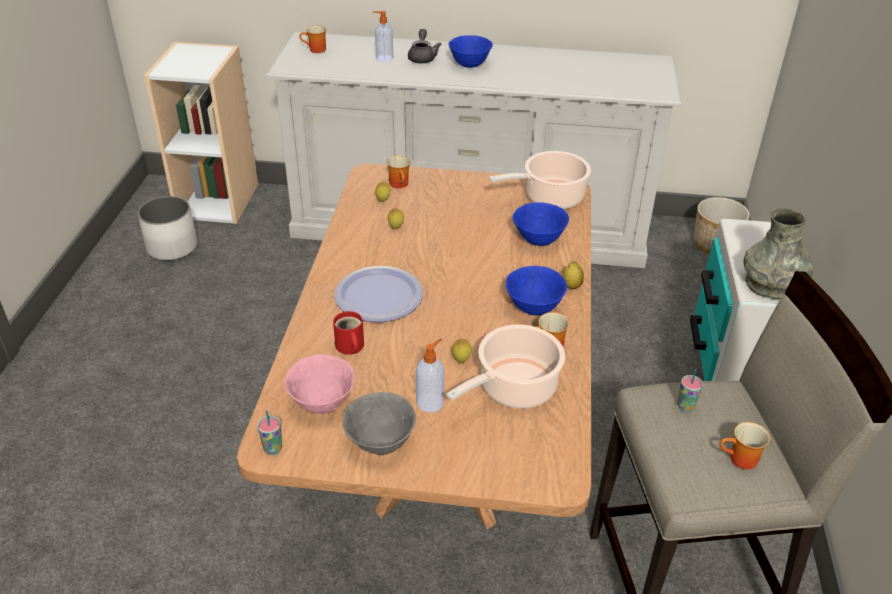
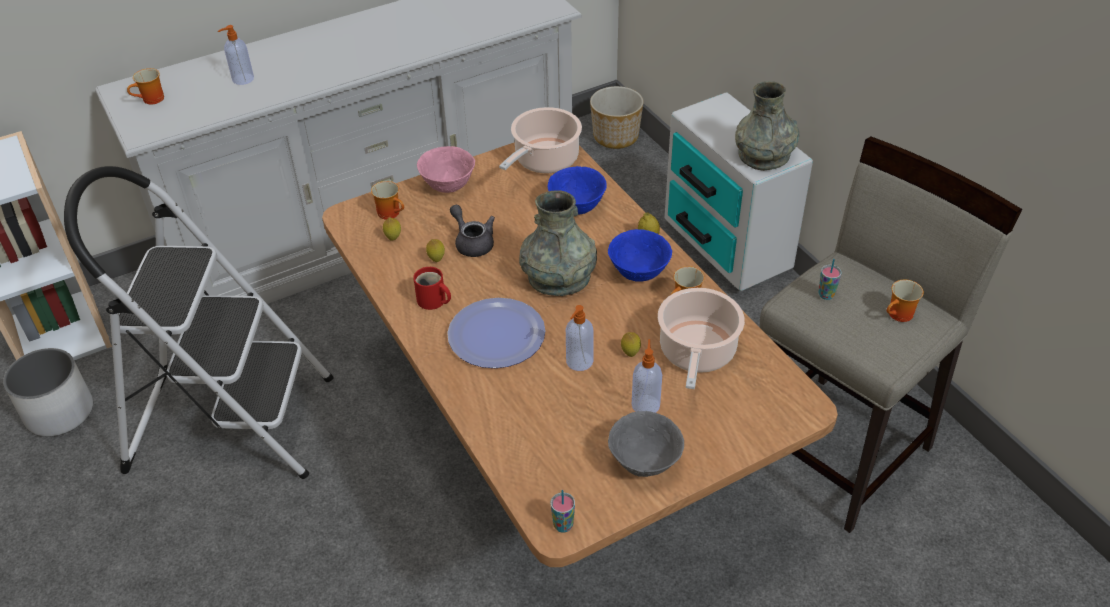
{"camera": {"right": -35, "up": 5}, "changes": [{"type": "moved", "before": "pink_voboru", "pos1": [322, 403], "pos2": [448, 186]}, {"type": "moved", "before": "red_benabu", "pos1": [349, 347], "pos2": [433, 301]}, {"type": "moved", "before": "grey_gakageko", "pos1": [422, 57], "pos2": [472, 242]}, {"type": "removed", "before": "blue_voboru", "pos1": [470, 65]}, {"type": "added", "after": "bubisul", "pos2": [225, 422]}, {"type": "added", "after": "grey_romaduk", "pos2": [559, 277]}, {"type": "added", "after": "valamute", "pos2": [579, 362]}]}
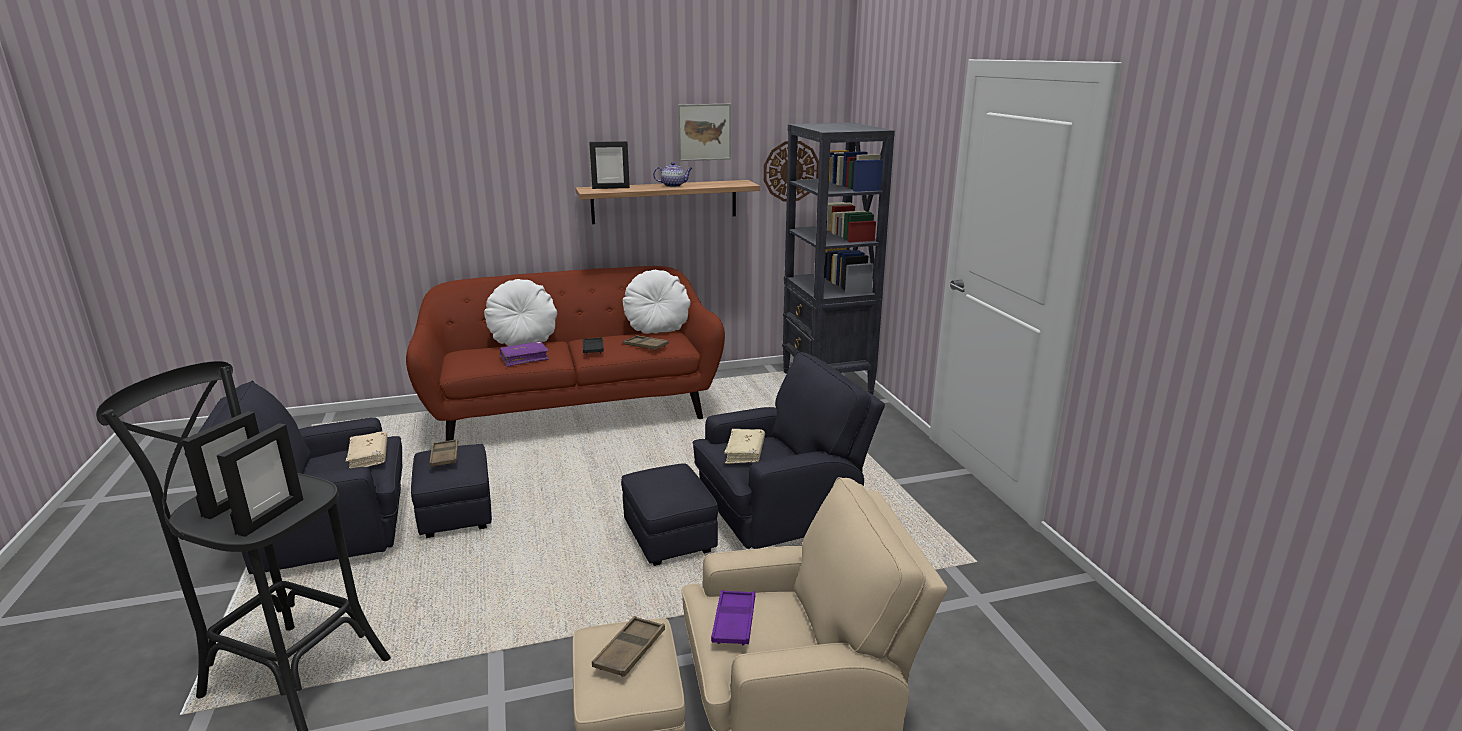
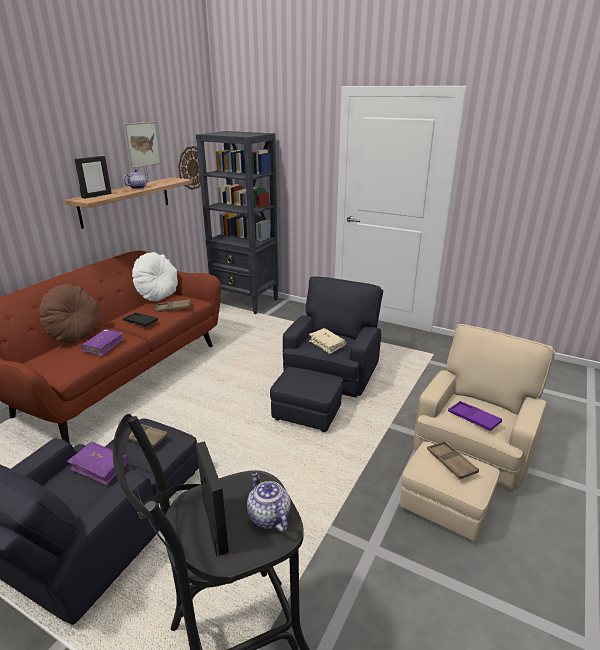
{"camera": {"right": -45, "up": 5}, "changes": [{"type": "replaced", "before": "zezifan", "after": "gakageko", "pos1": [270, 516], "pos2": [268, 516]}, {"type": "recoloured", "before": "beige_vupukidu", "after": "purple_vupukidu", "pos1": [369, 457], "pos2": [100, 467]}, {"type": "recoloured", "before": "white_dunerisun", "after": "brown_dunerisun", "pos1": [524, 342], "pos2": [76, 337]}]}
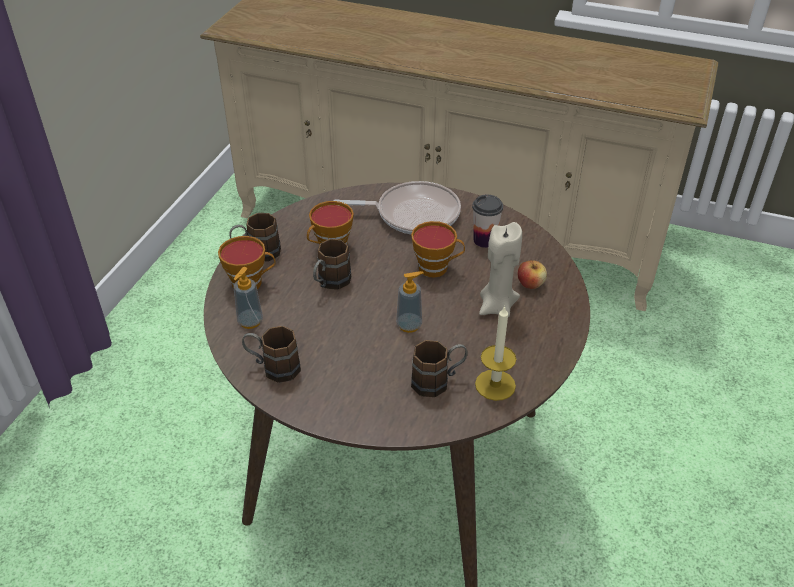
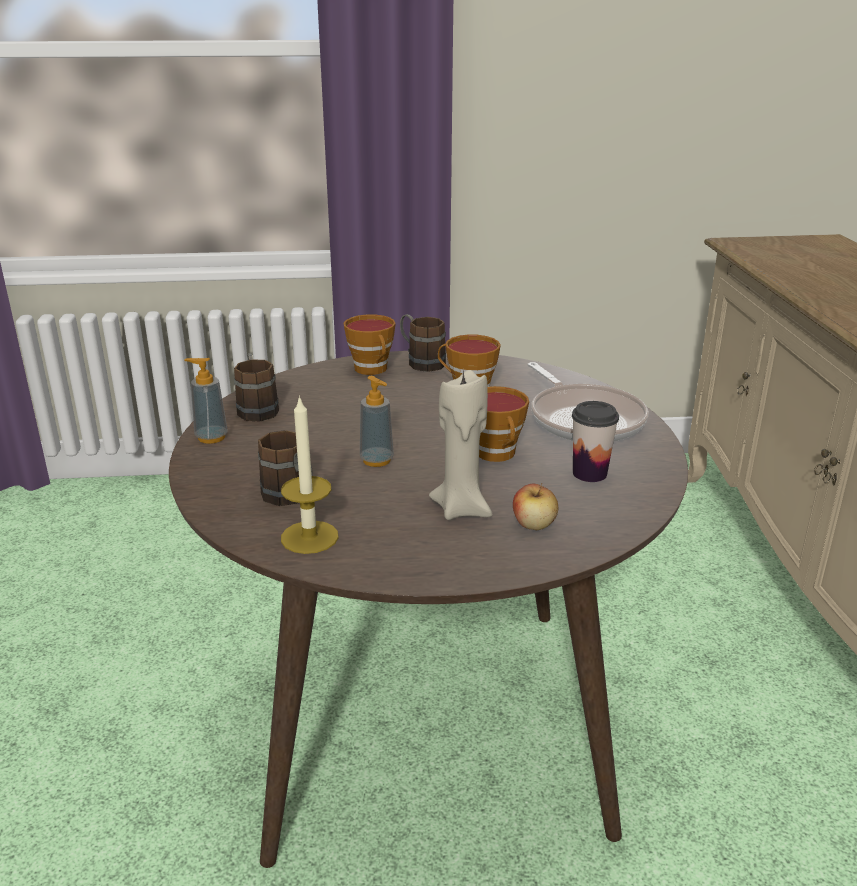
{"camera": {"right": 65, "up": -15}, "changes": [{"type": "moved", "before": "valamute", "pos1": [250, 321], "pos2": [211, 437]}, {"type": "removed", "before": "brown_benabu", "pos1": [330, 283]}]}
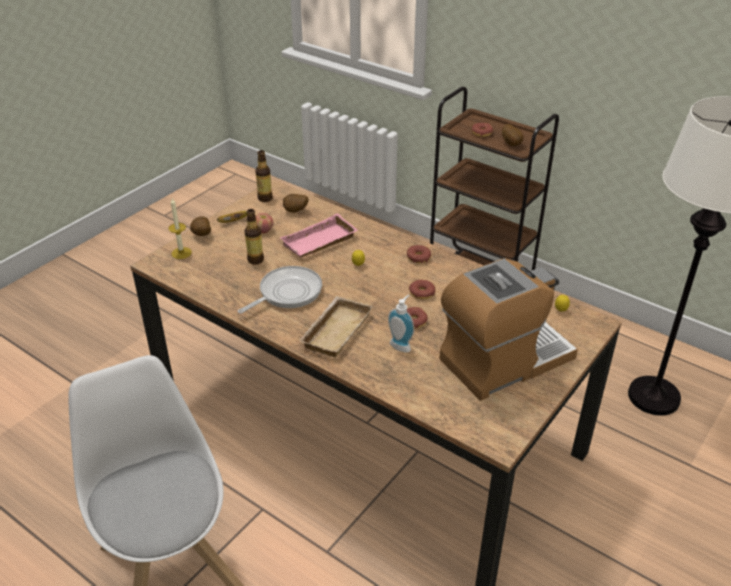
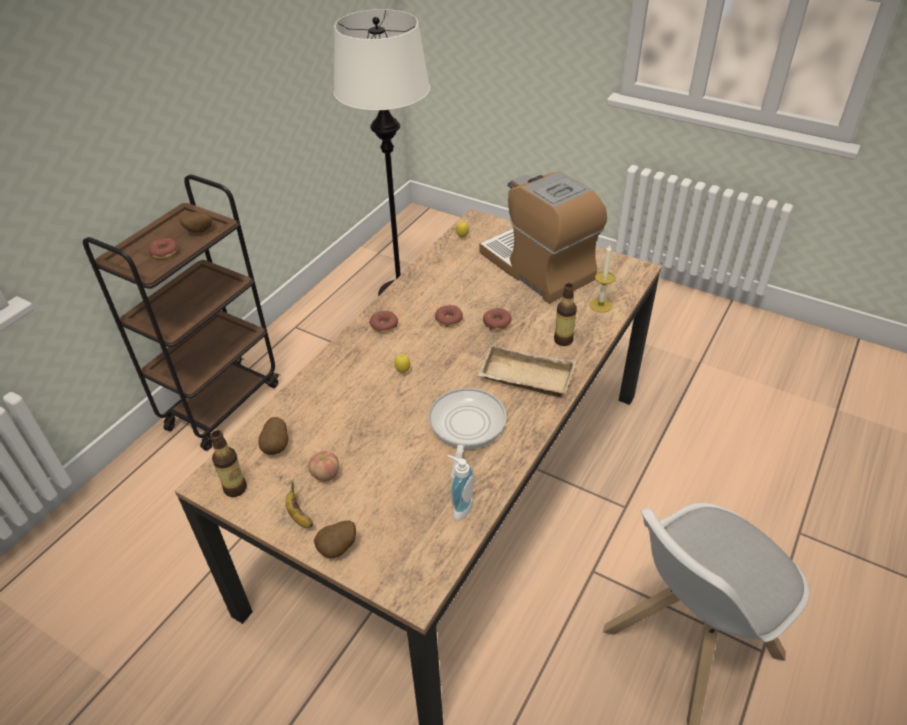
{"camera": {"right": -95, "up": 5}, "changes": [{"type": "moved", "before": "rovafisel", "pos1": [181, 253], "pos2": [600, 305]}, {"type": "turned", "before": "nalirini", "pos1": [287, 293], "pos2": [466, 427], "turn": 60}, {"type": "moved", "before": "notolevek", "pos1": [255, 260], "pos2": [563, 340]}, {"type": "removed", "before": "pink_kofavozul", "pos1": [319, 243]}, {"type": "moved", "before": "valamute", "pos1": [401, 345], "pos2": [459, 507]}]}
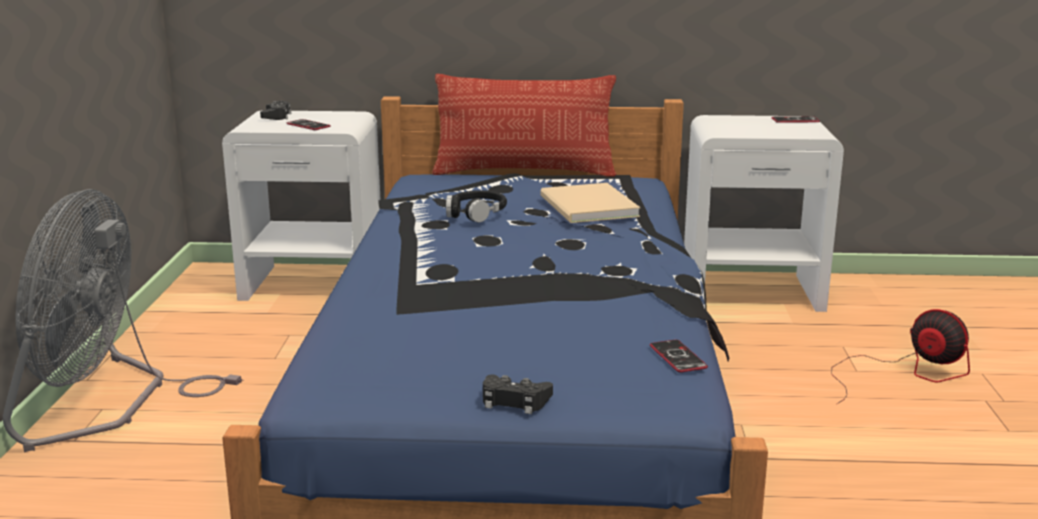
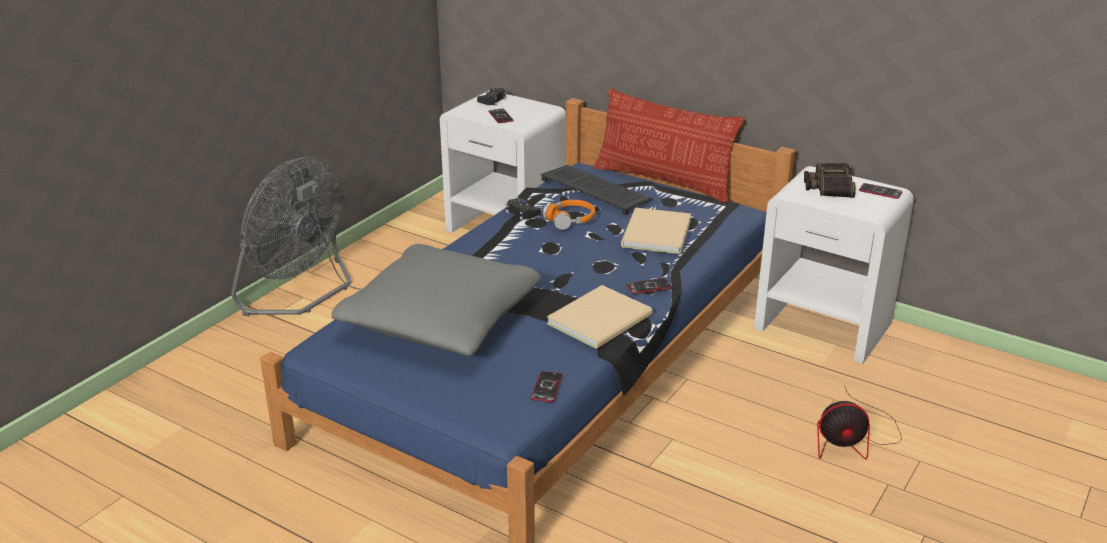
{"camera": {"right": 30, "up": 10}, "changes": [{"type": "recoloured", "before": "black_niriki", "after": "orange_niriki", "pos1": [476, 214], "pos2": [570, 220]}, {"type": "moved", "before": "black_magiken", "pos1": [514, 401], "pos2": [522, 213]}, {"type": "turned", "before": "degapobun", "pos1": [904, 373], "pos2": [852, 439], "turn": 105}, {"type": "added", "after": "grey_dunerisun", "pos2": [441, 321]}, {"type": "added", "after": "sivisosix", "pos2": [597, 190]}, {"type": "added", "after": "beige_vupukidu", "pos2": [603, 319]}, {"type": "added", "after": "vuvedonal", "pos2": [648, 287]}, {"type": "added", "after": "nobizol", "pos2": [828, 186]}]}
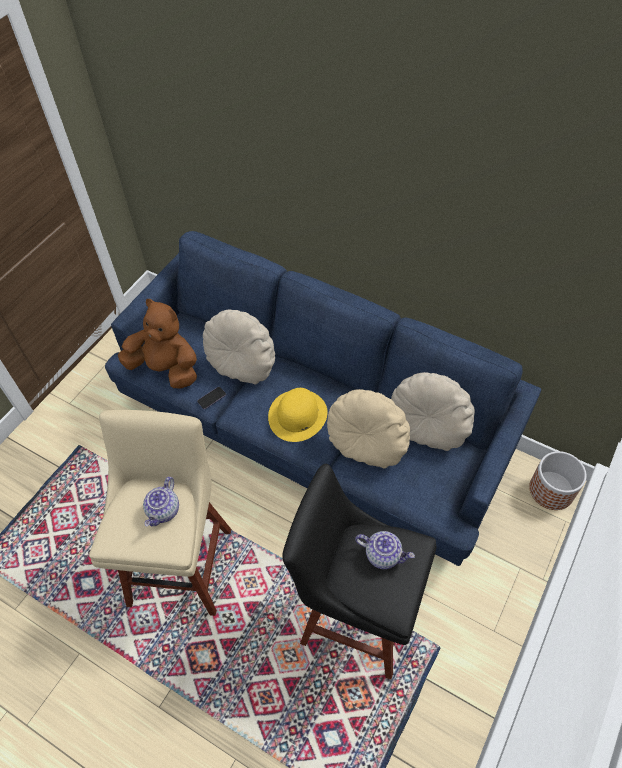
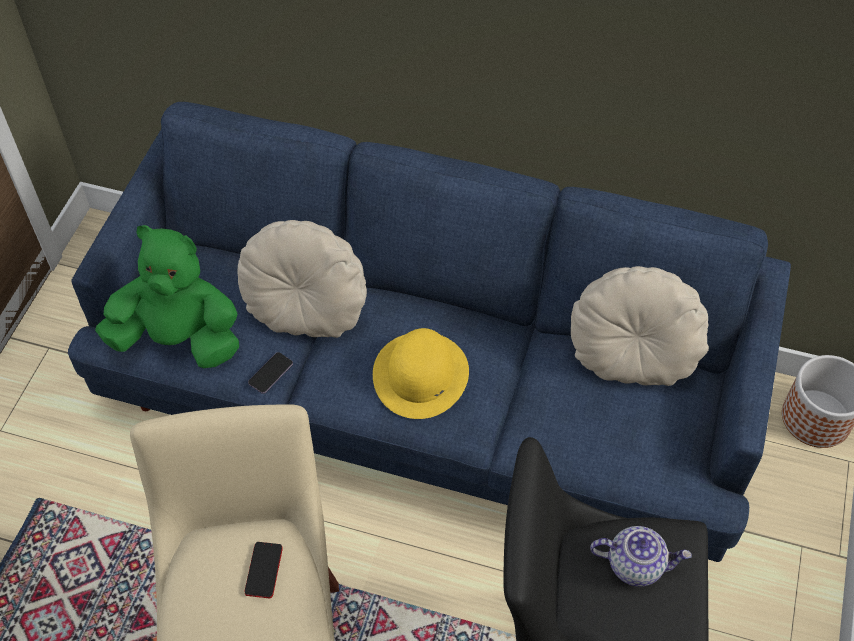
{"camera": {"right": -15, "up": 0}, "changes": [{"type": "recoloured", "before": "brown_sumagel", "after": "green_sumagel", "pos1": [166, 369], "pos2": [179, 339]}, {"type": "replaced", "before": "gakageko", "after": "vuvedonal", "pos1": [164, 511], "pos2": [264, 570]}, {"type": "removed", "before": "beige_dunerisun", "pos1": [366, 448]}]}
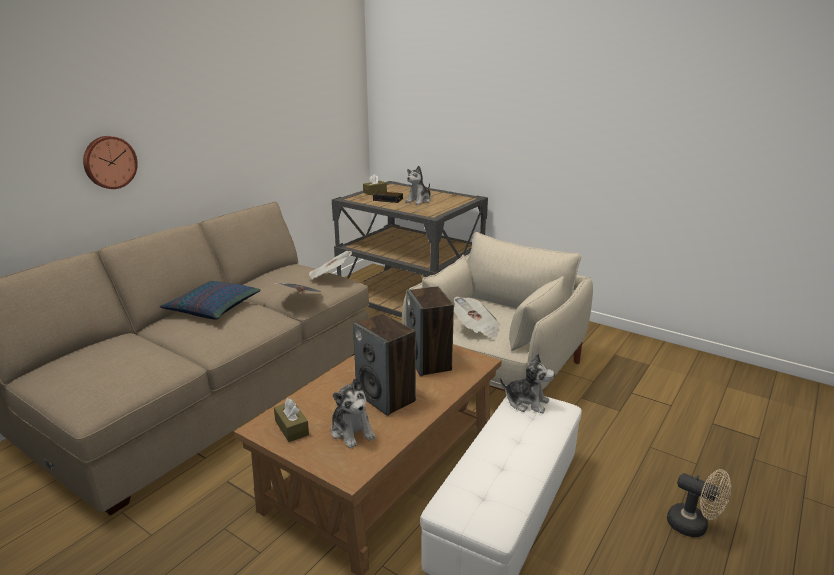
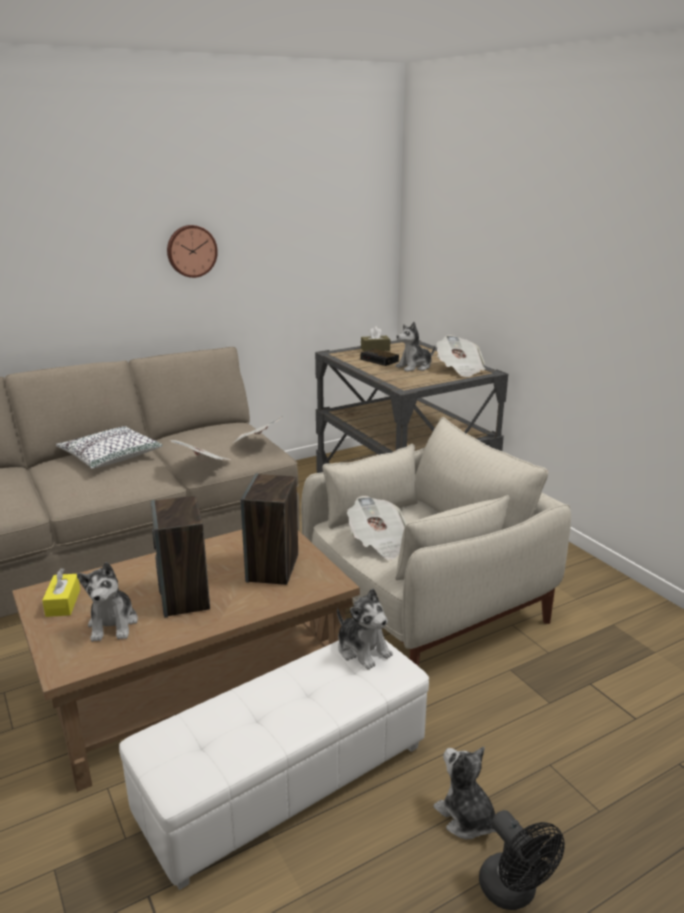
{"camera": {"right": 25, "up": 0}, "changes": [{"type": "moved", "before": "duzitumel", "pos1": [109, 162], "pos2": [191, 251]}, {"type": "recoloured", "before": "blue_dunerisun", "after": "white_dunerisun", "pos1": [213, 308], "pos2": [110, 456]}, {"type": "recoloured", "before": "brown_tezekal", "after": "yellow_tezekal", "pos1": [291, 428], "pos2": [63, 603]}, {"type": "recoloured", "before": "beige_degapobun", "after": "black_degapobun", "pos1": [693, 526], "pos2": [513, 893]}, {"type": "added", "after": "sumagel", "pos2": [465, 818]}, {"type": "added", "after": "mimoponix", "pos2": [460, 369]}]}
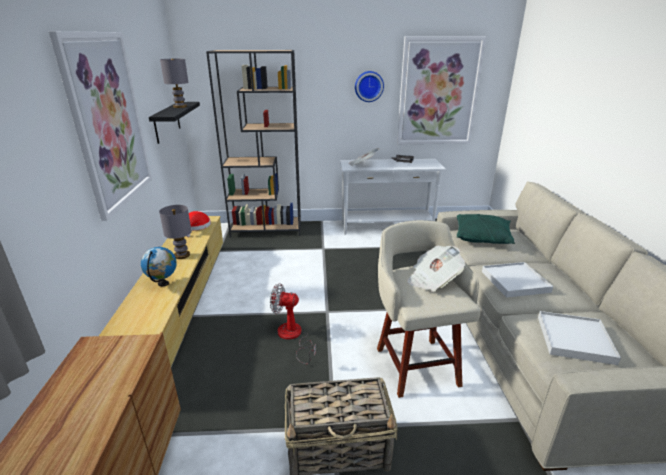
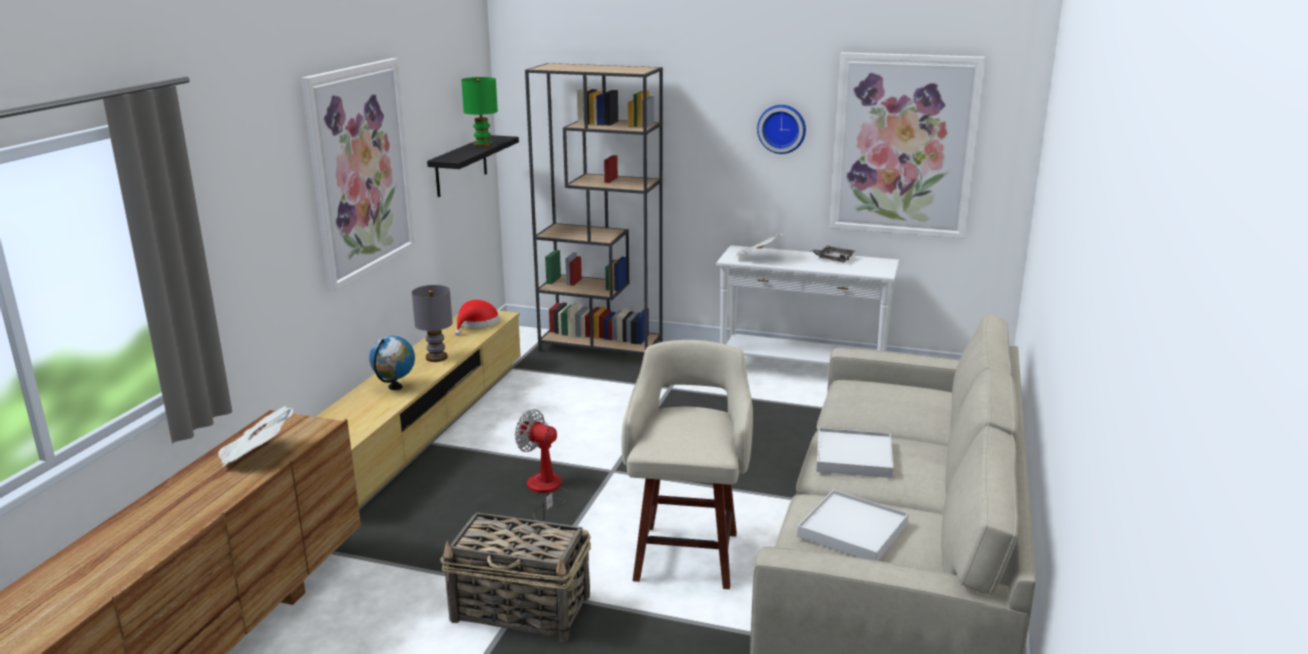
{"camera": {"right": 20, "up": -5}, "changes": [{"type": "recoloured", "before": "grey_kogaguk", "after": "green_kogaguk", "pos1": [180, 106], "pos2": [483, 145]}, {"type": "moved", "before": "mimoponix", "pos1": [433, 280], "pos2": [256, 454]}, {"type": "removed", "before": "green_dunerisun", "pos1": [482, 238]}]}
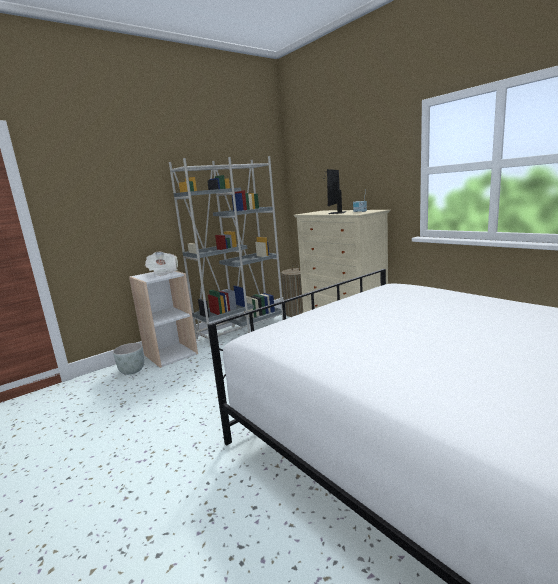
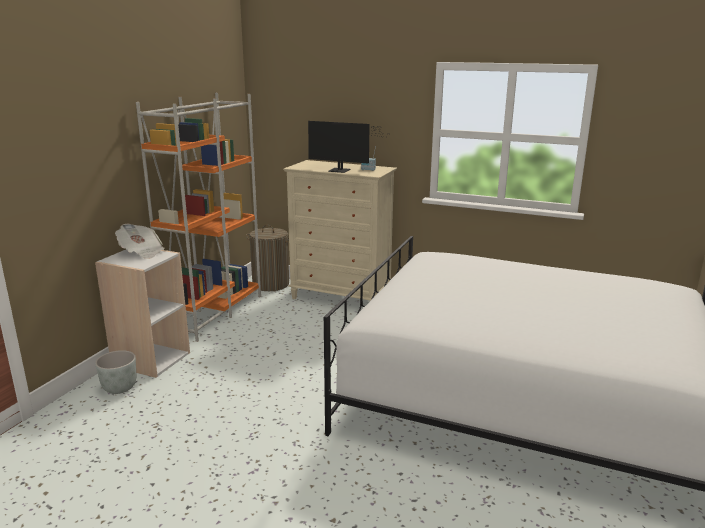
{"camera": {"right": -30, "up": 5}, "changes": [{"type": "recoloured", "before": "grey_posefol", "after": "orange_posefol", "pos1": [242, 328], "pos2": [215, 313]}, {"type": "turned", "before": "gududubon", "pos1": [336, 213], "pos2": [342, 171], "turn": -60}]}
